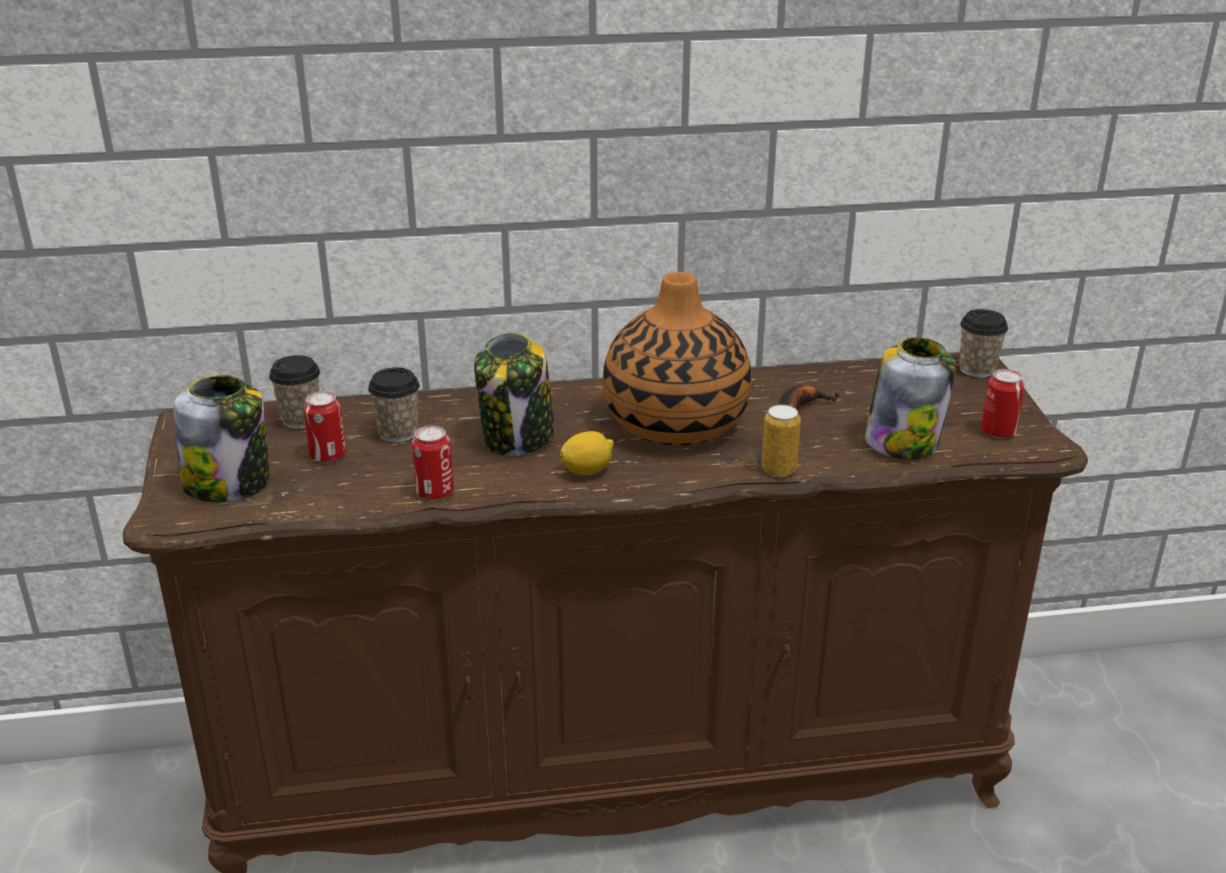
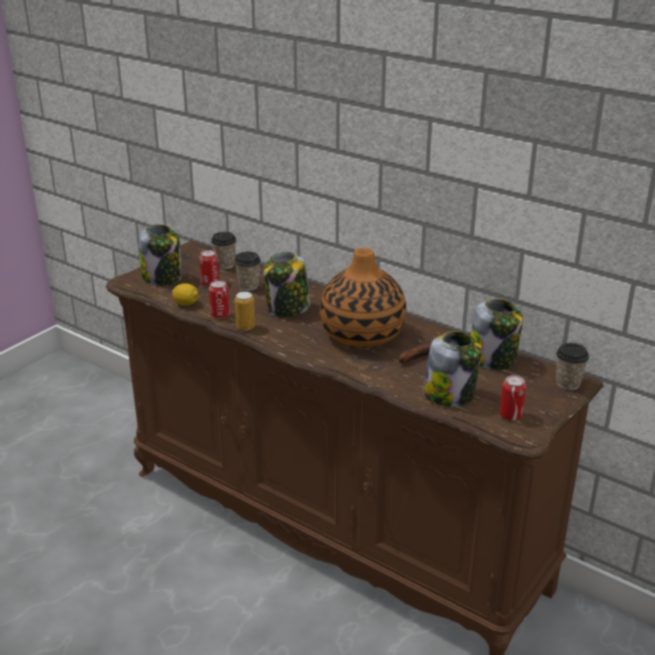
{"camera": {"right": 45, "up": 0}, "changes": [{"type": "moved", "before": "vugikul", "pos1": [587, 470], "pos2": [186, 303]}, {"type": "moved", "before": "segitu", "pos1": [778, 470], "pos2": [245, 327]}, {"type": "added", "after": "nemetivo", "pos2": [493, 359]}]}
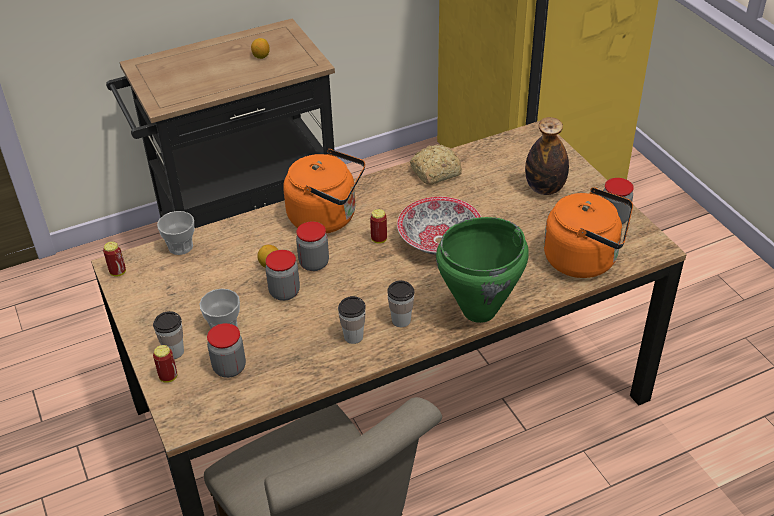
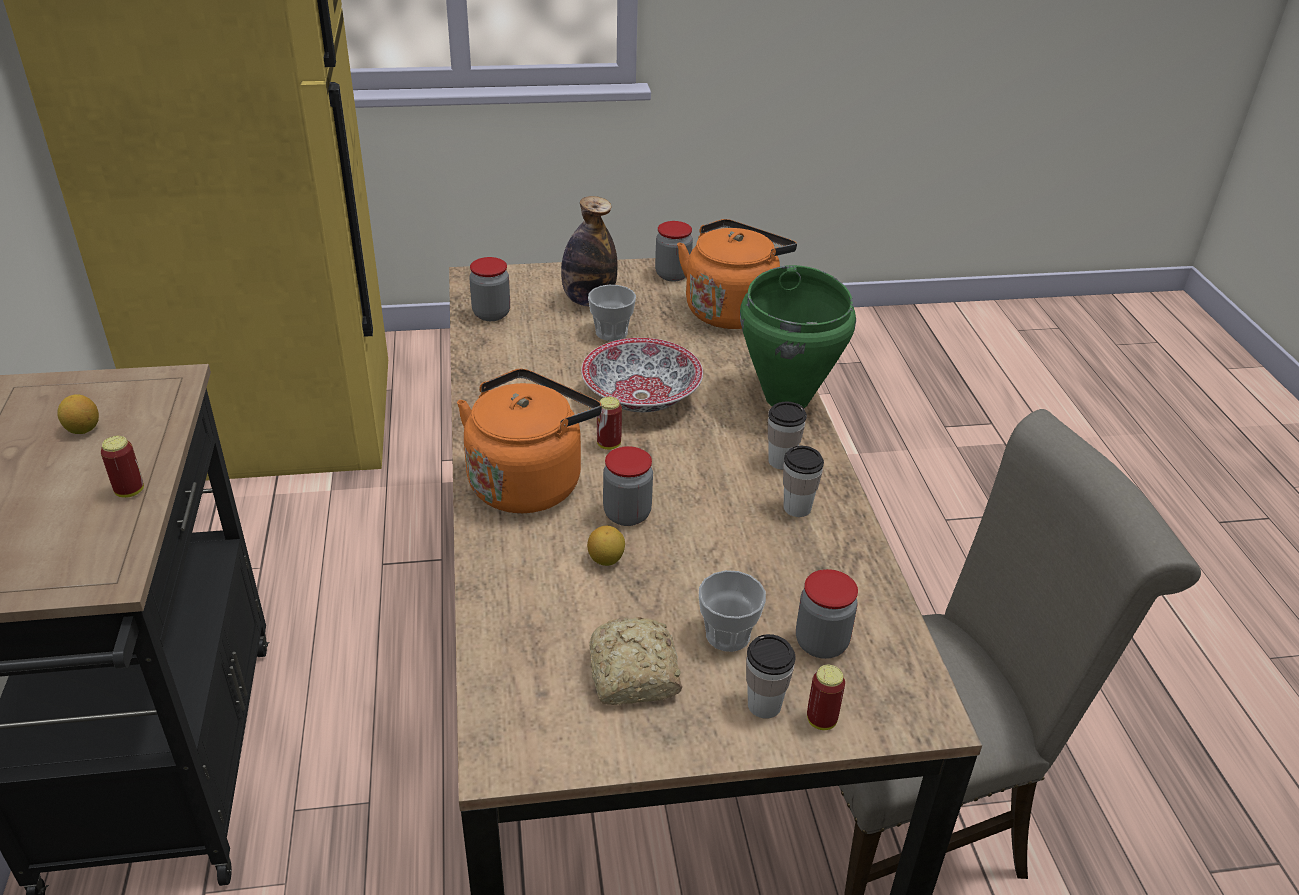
{"camera": {"right": -75, "up": -5}, "changes": [{"type": "moved", "before": "segitu", "pos1": [118, 272], "pos2": [130, 491]}, {"type": "moved", "before": "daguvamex", "pos1": [180, 246], "pos2": [611, 332]}, {"type": "moved", "before": "nemetivo", "pos1": [284, 292], "pos2": [491, 314]}, {"type": "moved", "before": "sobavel", "pos1": [434, 173], "pos2": [632, 676]}]}
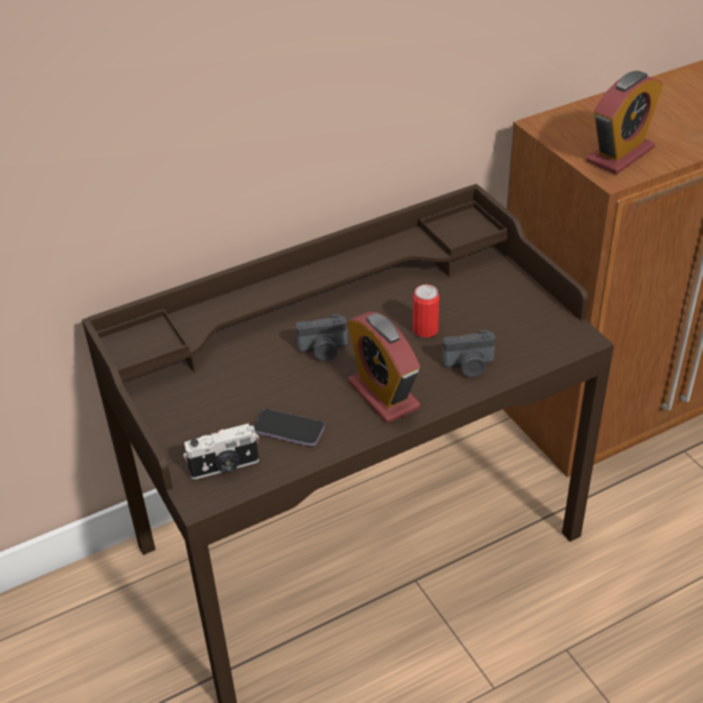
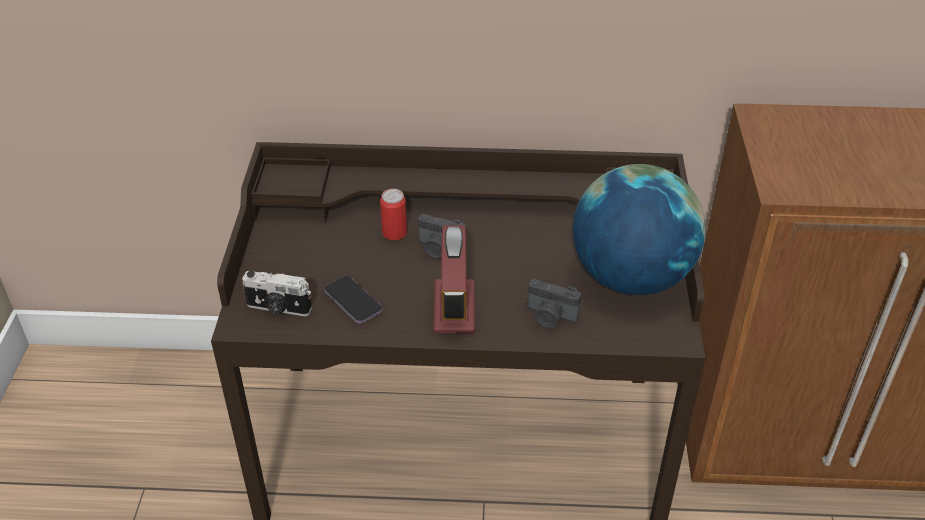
{"camera": {"right": 30, "up": 0}, "changes": [{"type": "moved", "before": "segitu", "pos1": [425, 330], "pos2": [394, 233]}, {"type": "removed", "before": "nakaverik", "pos1": [620, 155]}, {"type": "added", "after": "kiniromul", "pos2": [630, 277]}]}
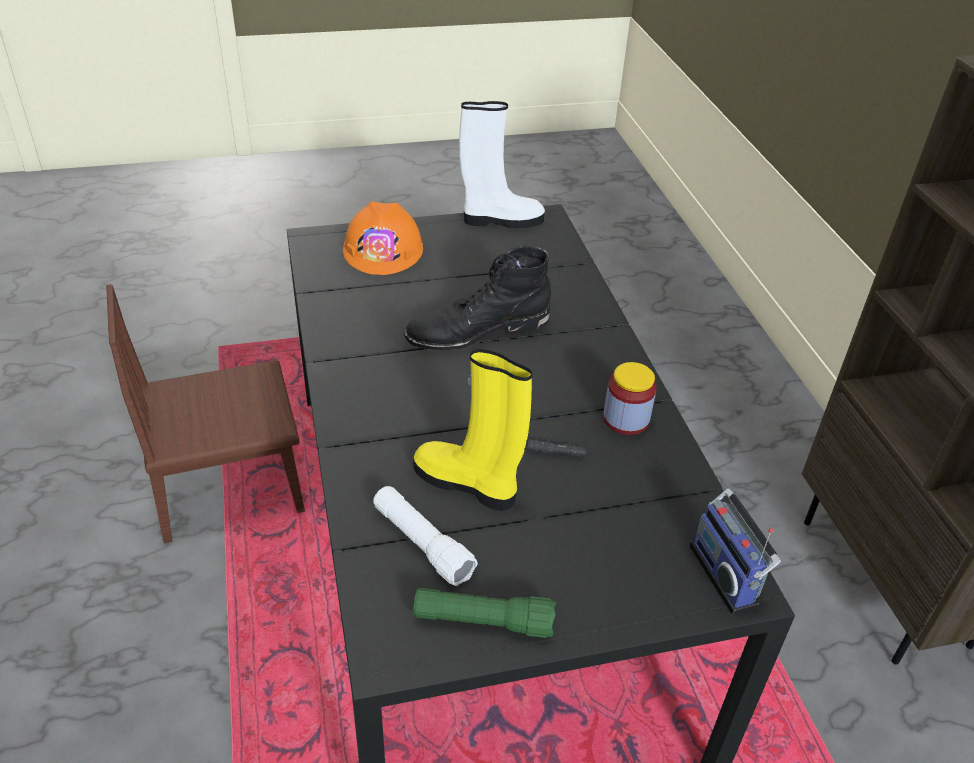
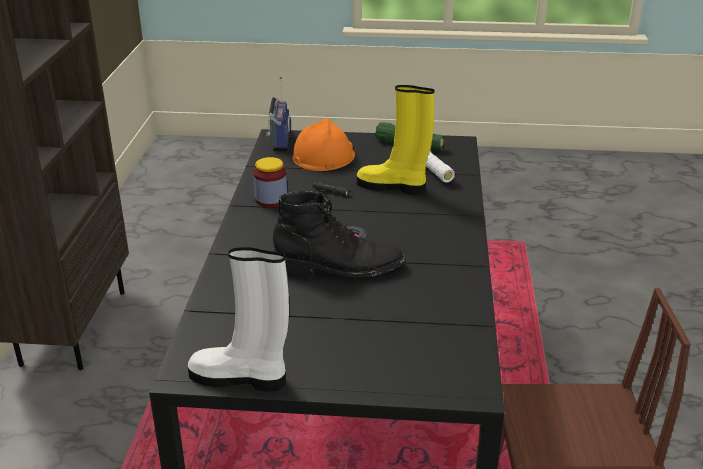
{"camera": {"right": -160, "up": -10}, "changes": [{"type": "moved", "before": "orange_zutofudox", "pos1": [383, 250], "pos2": [323, 156]}, {"type": "turned", "before": "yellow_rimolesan", "pos1": [468, 484], "pos2": [393, 187], "turn": 150}]}
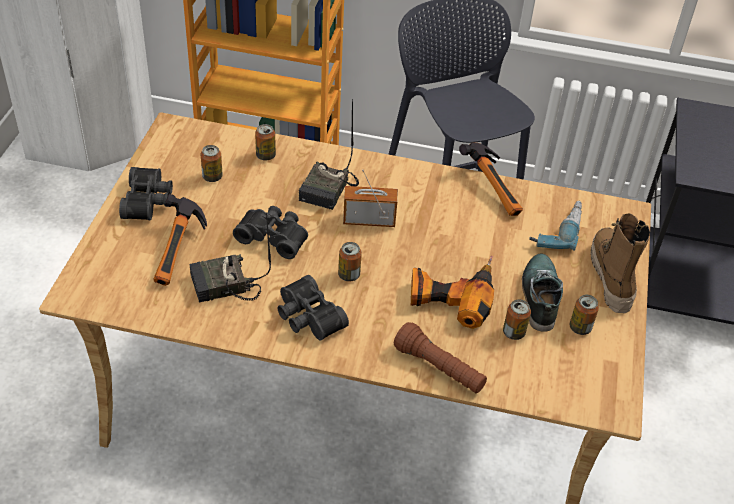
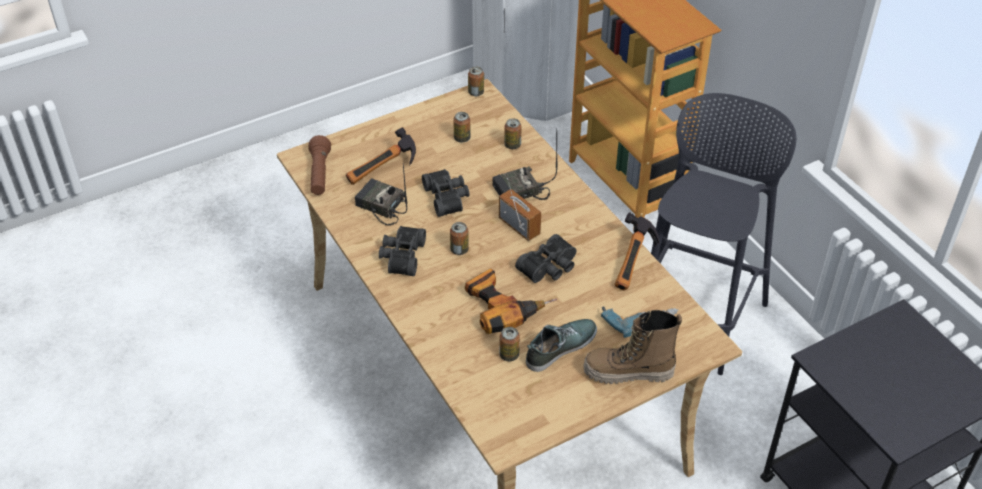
{"camera": {"right": 50, "up": 0}, "changes": [{"type": "moved", "before": "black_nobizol", "pos1": [149, 201], "pos2": [550, 268]}, {"type": "moved", "before": "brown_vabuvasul", "pos1": [439, 369], "pos2": [320, 174]}, {"type": "moved", "before": "segitu", "pos1": [580, 328], "pos2": [476, 92]}, {"type": "turned", "before": "rimolesan", "pos1": [610, 277], "pos2": [628, 373], "turn": -135}]}
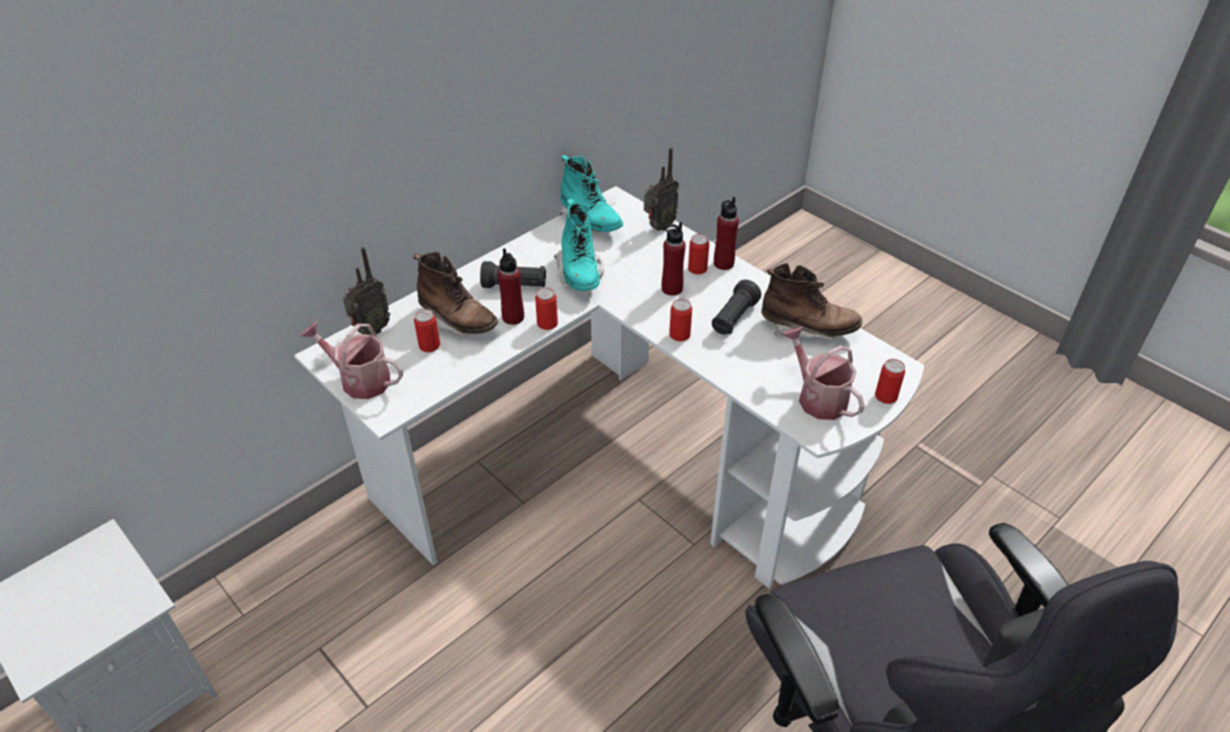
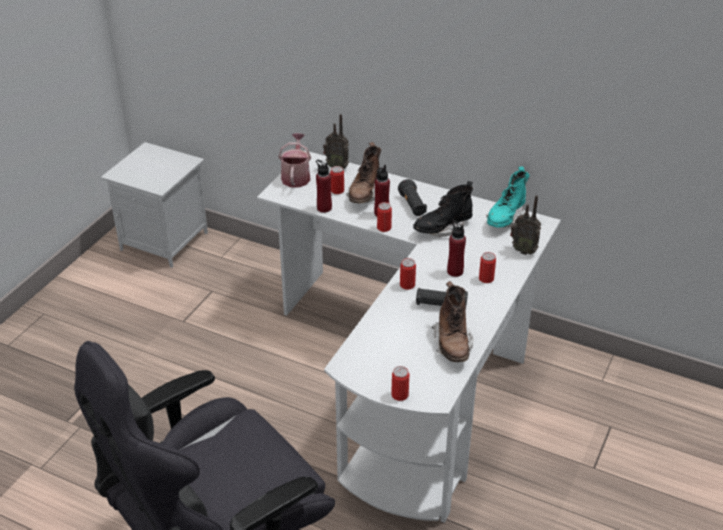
{"camera": {"right": 70, "up": -5}, "changes": [{"type": "recoloured", "before": "turquoise_rimolesan", "after": "black_rimolesan", "pos1": [580, 274], "pos2": [442, 228]}, {"type": "moved", "before": "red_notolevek", "pos1": [723, 263], "pos2": [324, 208]}, {"type": "removed", "before": "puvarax", "pos1": [817, 397]}]}
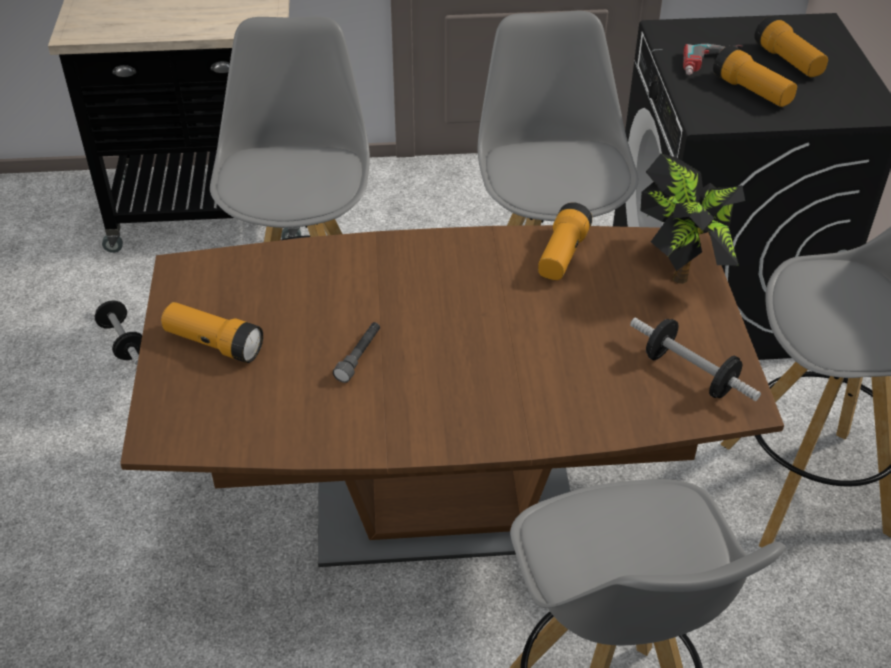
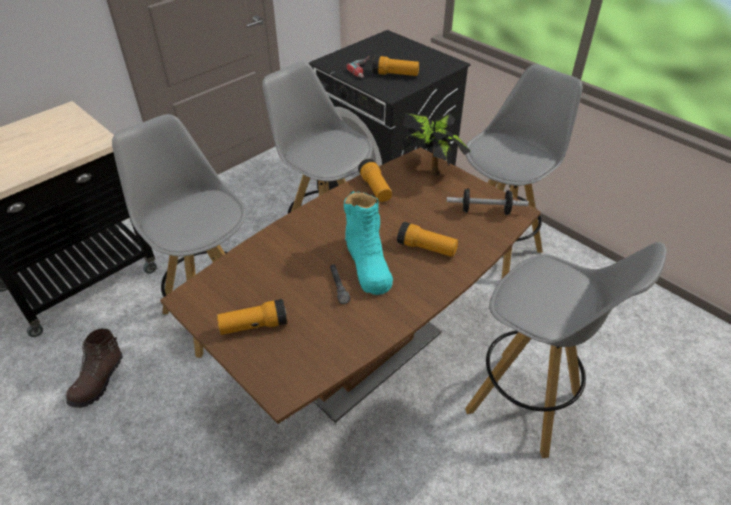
{"camera": {"right": -40, "up": 0}, "changes": [{"type": "replaced", "before": "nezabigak", "after": "brown_rimolesan", "pos1": [123, 341], "pos2": [99, 381]}, {"type": "moved", "before": "vabuvasul", "pos1": [788, 61], "pos2": [426, 248]}, {"type": "added", "after": "turquoise_rimolesan", "pos2": [367, 264]}]}
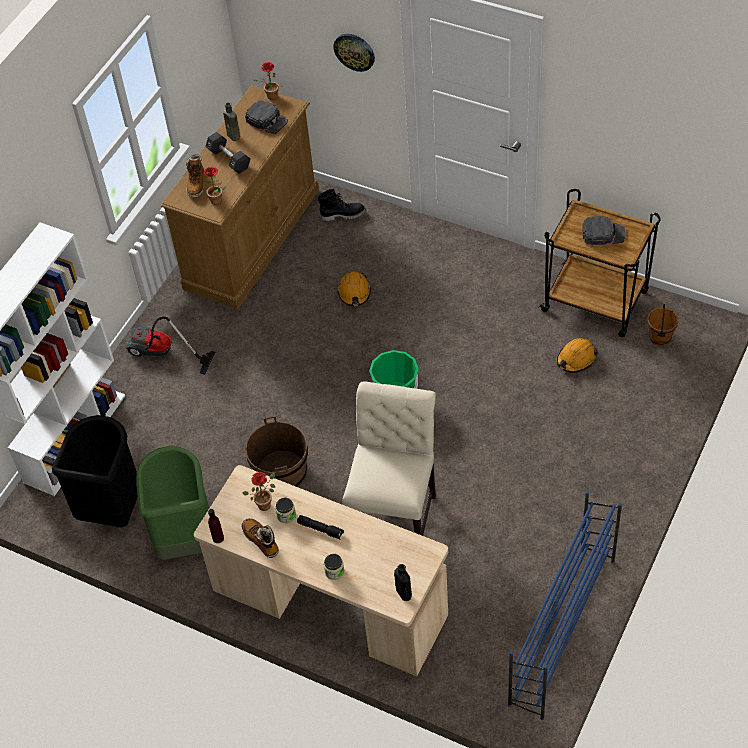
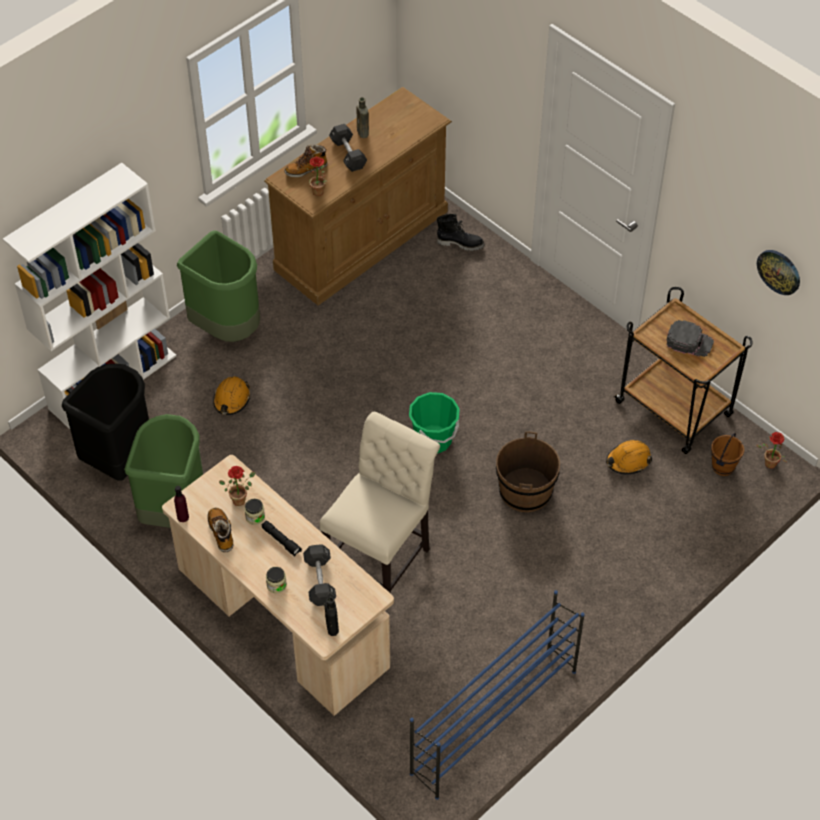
{"camera": {"right": 15, "up": 0}, "changes": [{"type": "replaced", "before": "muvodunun", "after": "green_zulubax", "pos1": [162, 355], "pos2": [227, 327]}, {"type": "turned", "before": "rimolesan", "pos1": [196, 184], "pos2": [306, 169], "turn": 45}, {"type": "removed", "before": "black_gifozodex", "pos1": [267, 120]}, {"type": "moved", "before": "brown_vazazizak", "pos1": [281, 473], "pos2": [525, 491]}, {"type": "moved", "before": "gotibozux", "pos1": [270, 97], "pos2": [768, 464]}, {"type": "moved", "before": "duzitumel", "pos1": [354, 51], "pos2": [779, 271]}, {"type": "moved", "before": "orange_zutofudox", "pos1": [354, 293], "pos2": [231, 399]}, {"type": "added", "after": "black_nezabigak", "pos2": [320, 581]}]}
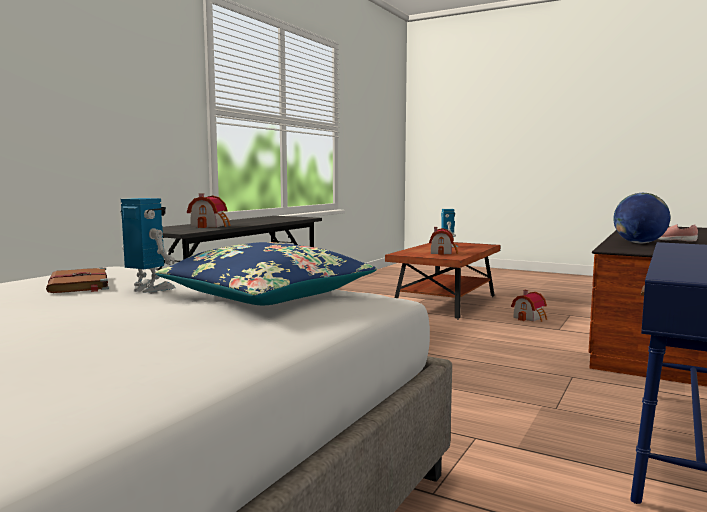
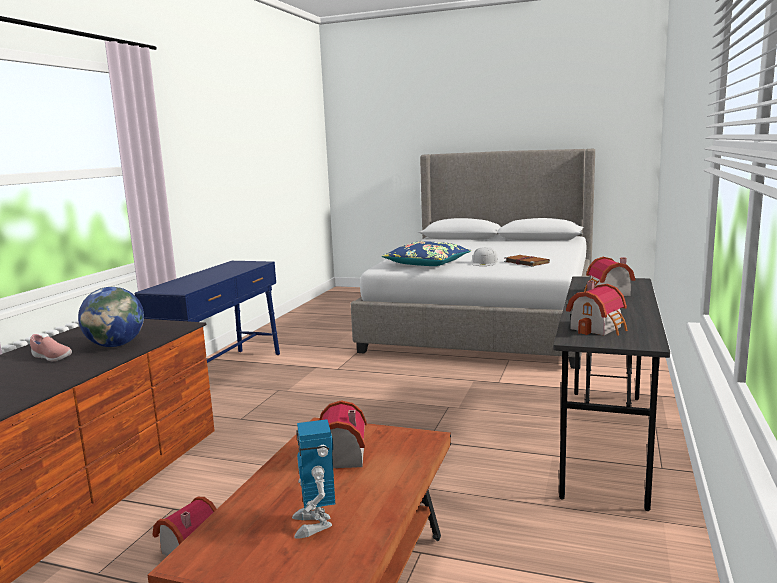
{"camera": {"right": 170, "up": 5}, "changes": [{"type": "replaced", "before": "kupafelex", "after": "white_gifozodex", "pos1": [149, 289], "pos2": [485, 262]}, {"type": "added", "after": "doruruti", "pos2": [599, 328]}]}
